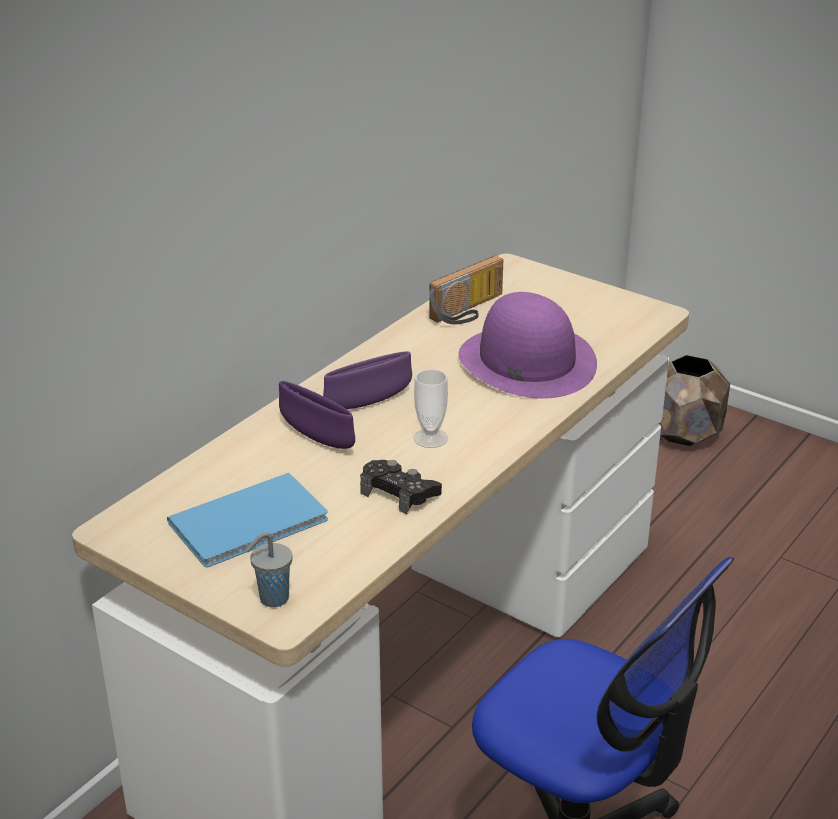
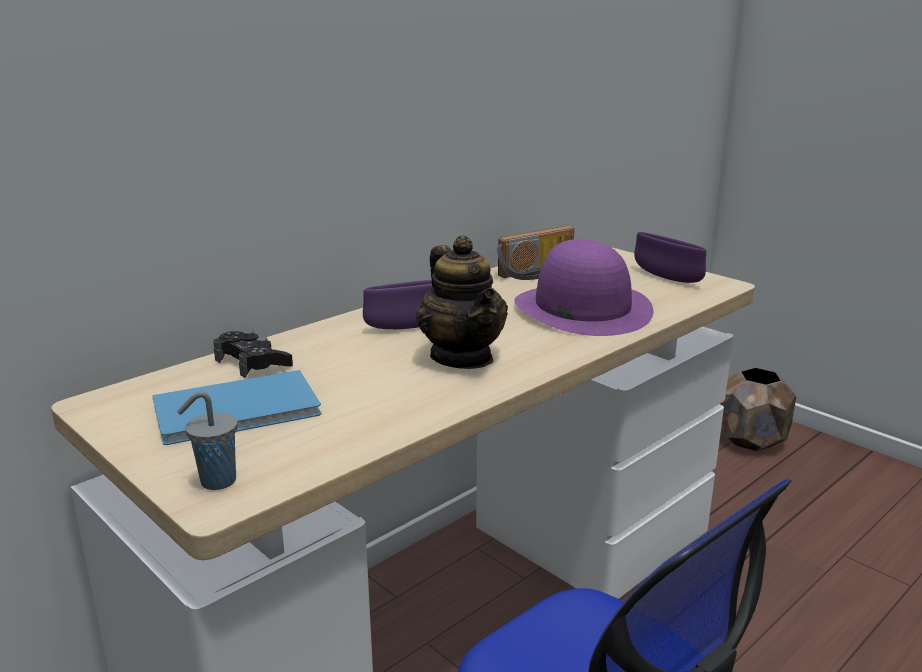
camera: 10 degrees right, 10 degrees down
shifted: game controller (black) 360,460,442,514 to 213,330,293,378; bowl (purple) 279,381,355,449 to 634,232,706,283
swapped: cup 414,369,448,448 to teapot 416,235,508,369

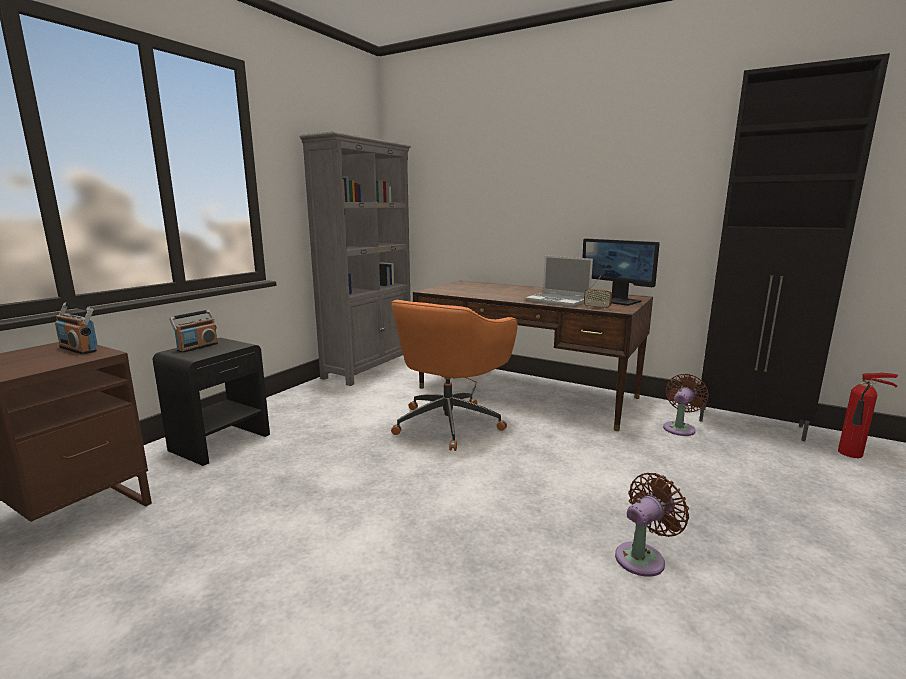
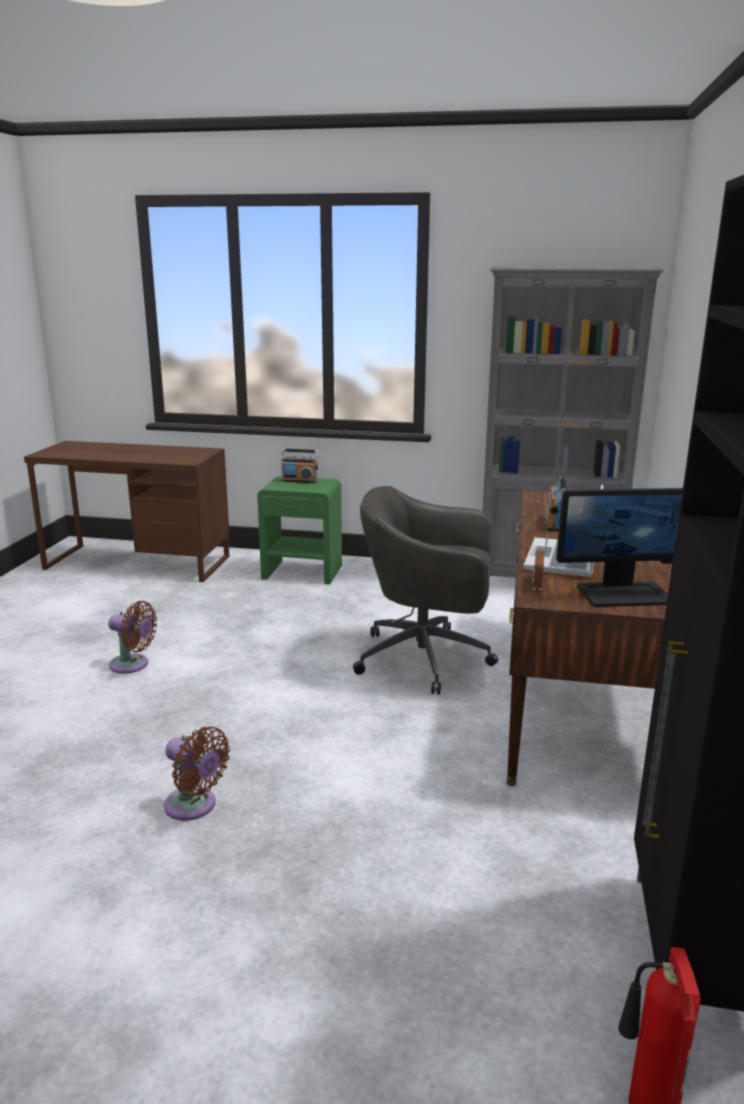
camera: 70 degrees right, 5 degrees up
shifted: fan (brown) 663,374,709,436 to 108,601,157,674; radio 55,303,97,354 to 545,477,567,531
repainted: nightstand (black) 152,338,270,466 to nightstand (green) 257,476,342,585; office chair (orange) 391,300,518,451 to office chair (grey) 353,486,498,695
rotated: monitor 582,239,660,306 = 556,488,683,607 120 degrees counterclockwise

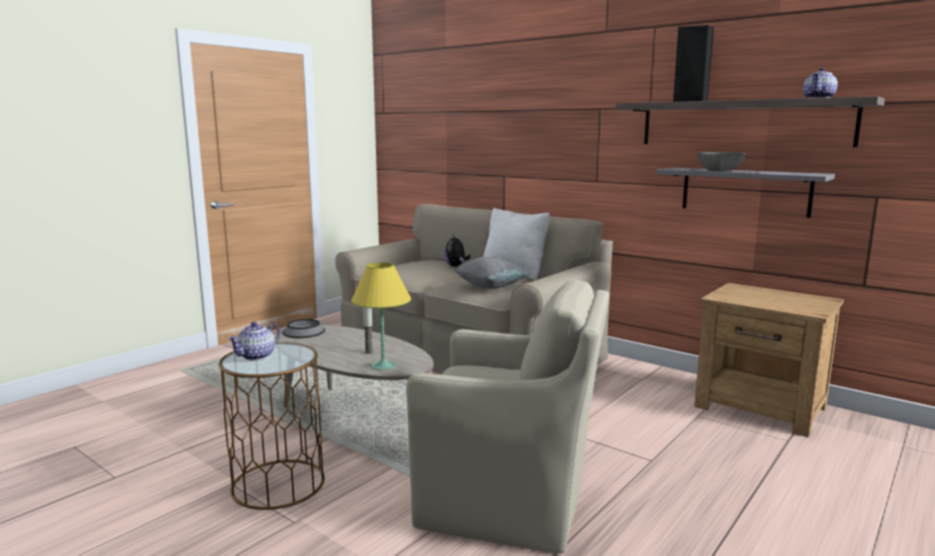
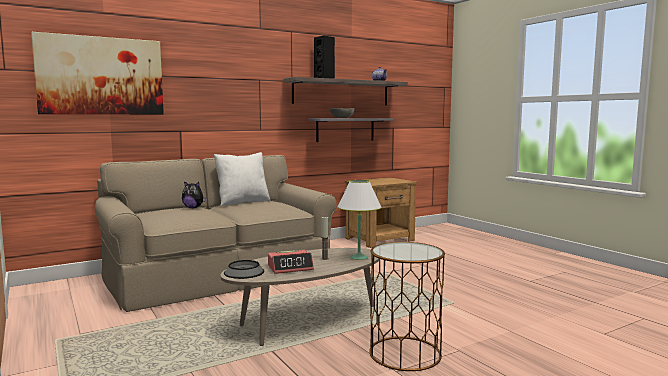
camera: 70 degrees left, 5 degrees down
gone: teapot 228,322,280,361; armchair (beige) 406,280,609,553; pillow (grey) 454,257,529,289
new: picture 31,32,164,114; alarm clock 268,250,314,274
repainted: table lamp (yellow) 351,262,411,370 to table lamp (white) 337,180,382,260

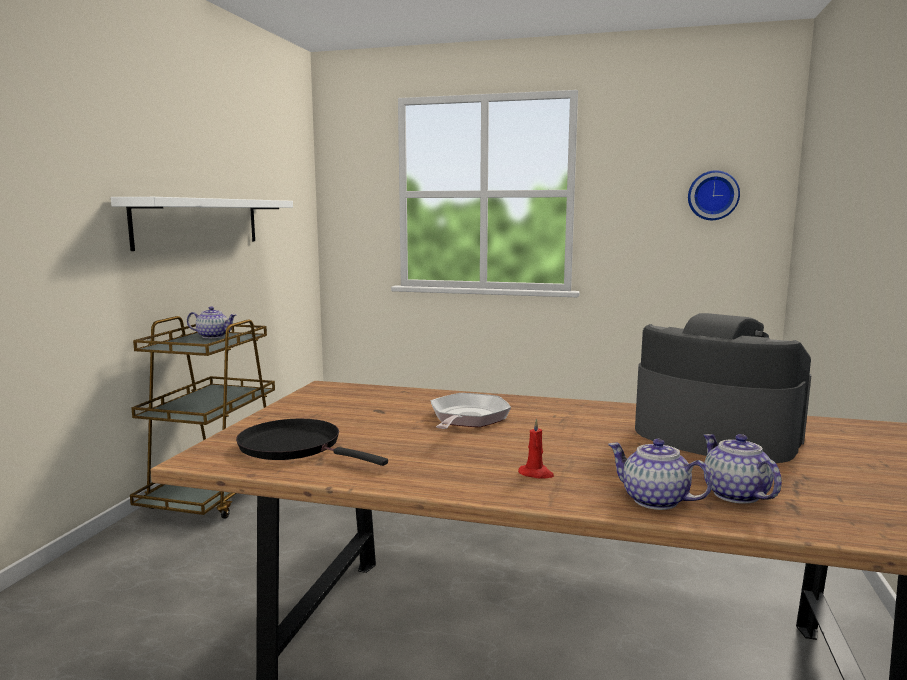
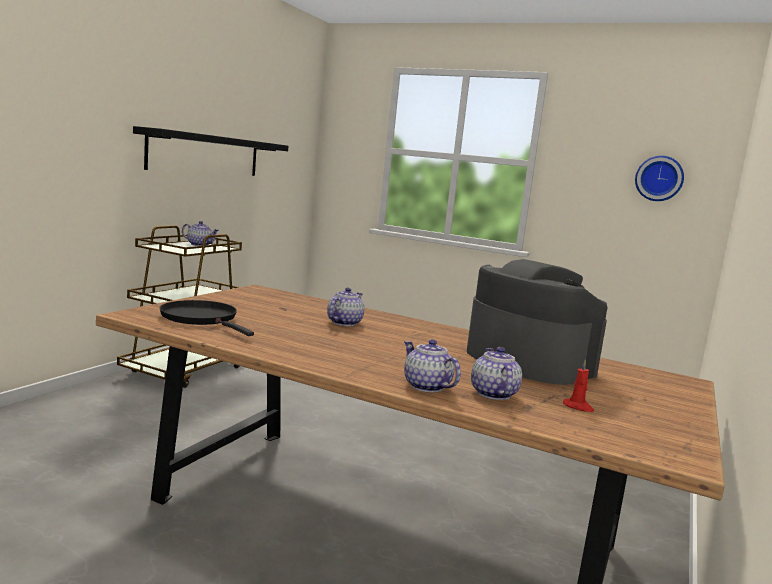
camera: 10 degrees right, 0 degrees up
shifted: candle (red) 518,418,554,479 to 563,359,594,412
swapped: frying pan 431,393,511,429 to teapot 327,287,364,326
repainted: shelf (white) 111,197,293,251 to shelf (black) 133,126,288,176

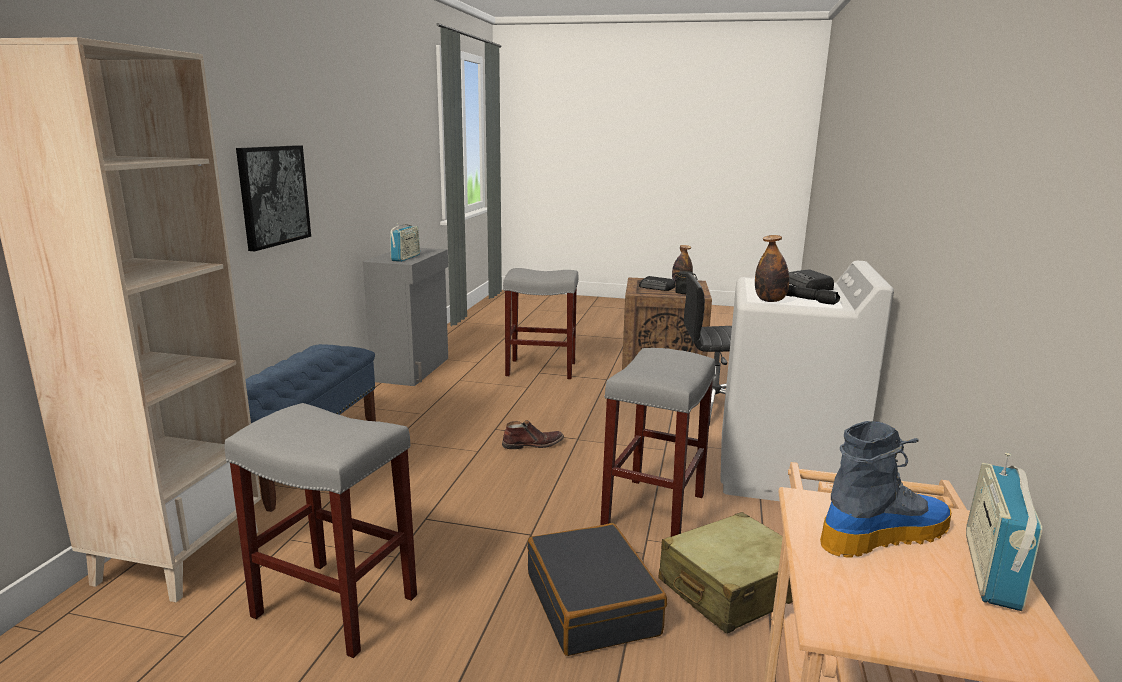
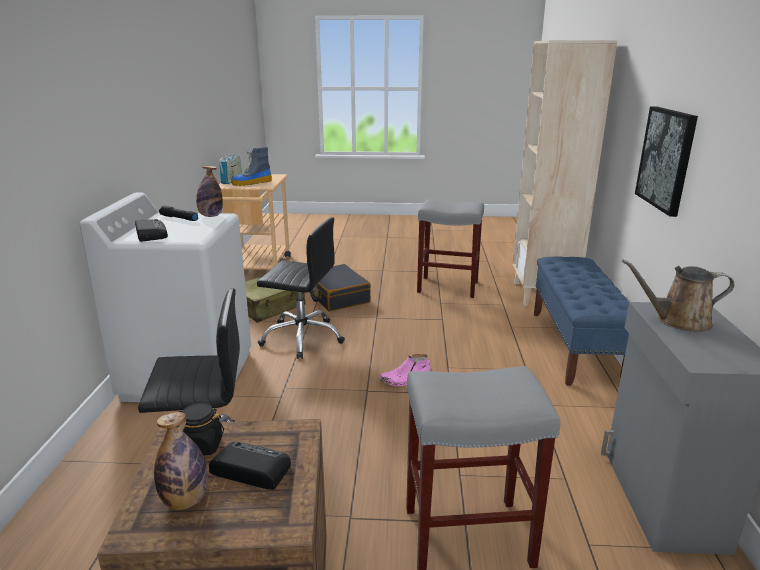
camera: 170 degrees right, 5 degrees up
swapped: stool (grey) 600,348,715,537 to office chair (black) 257,217,345,359; radio 390,223,420,262 to watering can (brown) 622,260,735,332
repainted: boot (brown) 502,420,564,449 to boot (pink) 379,354,431,386

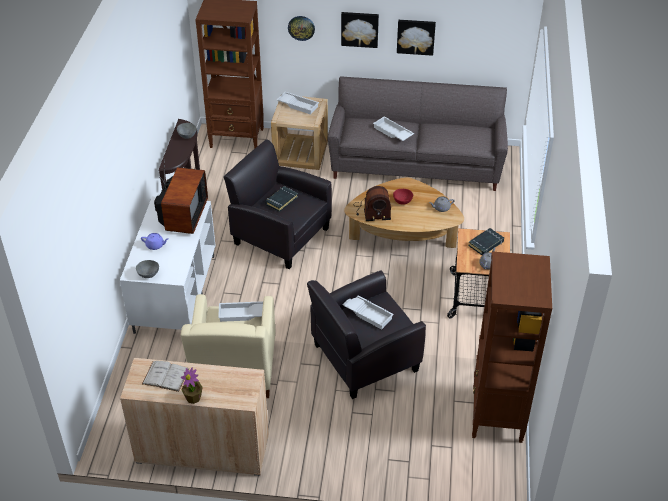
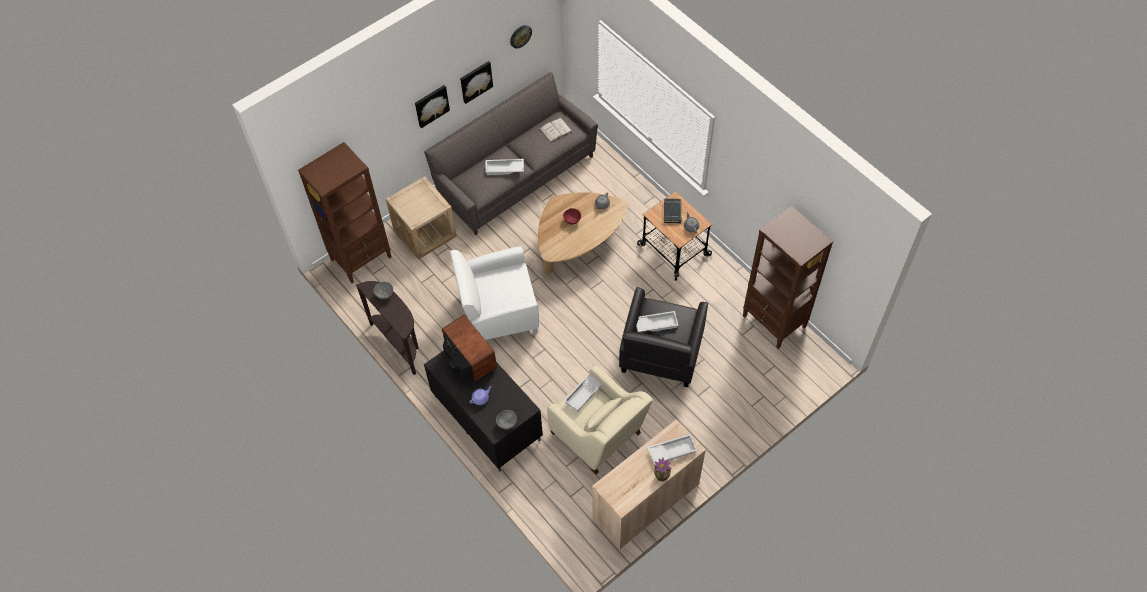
camera: 45 degrees left, 15 degrees up
gone: book (black) 265,186,298,212; radio 354,186,391,221
shifted: wall clock 288,16,315,41 to 510,25,532,49; book (white) 142,361,189,392 to 539,118,572,143; tray (white) 277,92,319,115 to 648,434,697,464
repainted: tv stand (white) 120,197,216,334 to tv stand (black) 424,351,543,472; armchair (black) 224,139,332,269 to armchair (white) 450,246,539,340

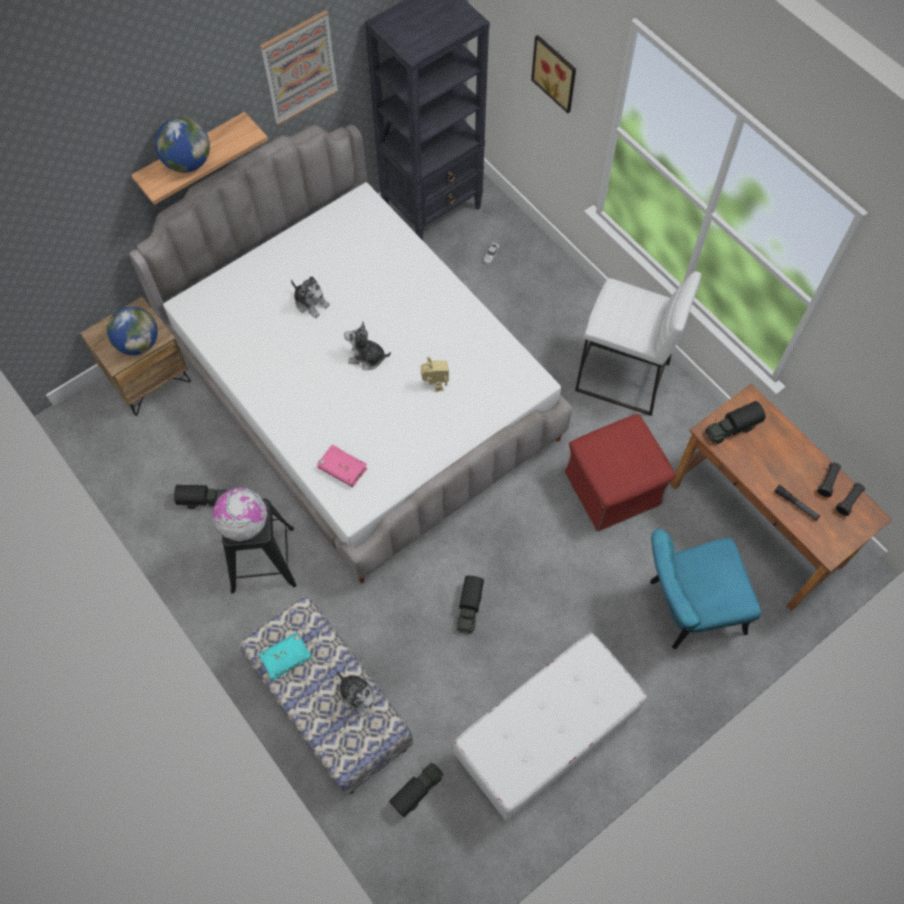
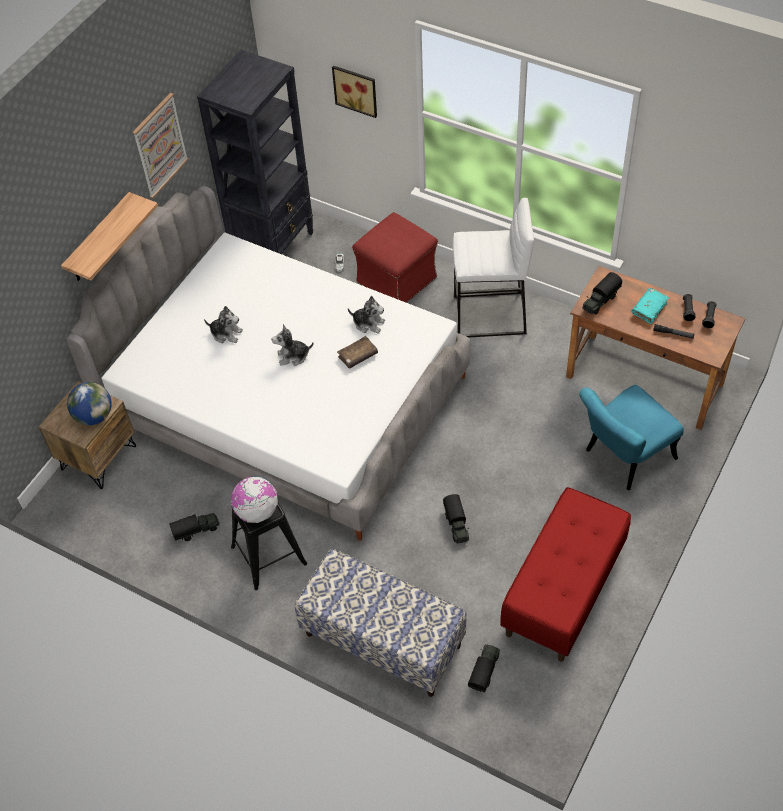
camera: 20 degrees left, 10 degrees down
gone: globe 155,117,210,173; book (pink) 317,445,368,487
shifted: plush toy 337,671,381,717 to 348,296,385,334; ottoman (red) 564,414,676,531 to 352,213,438,303; book (turquoise) 259,632,312,681 to 632,288,669,324
swapped: toy robot 421,356,449,392 to book (brown) 337,336,378,369
repainted: bench (white) 453,633,647,821 to bench (red) 500,487,631,662

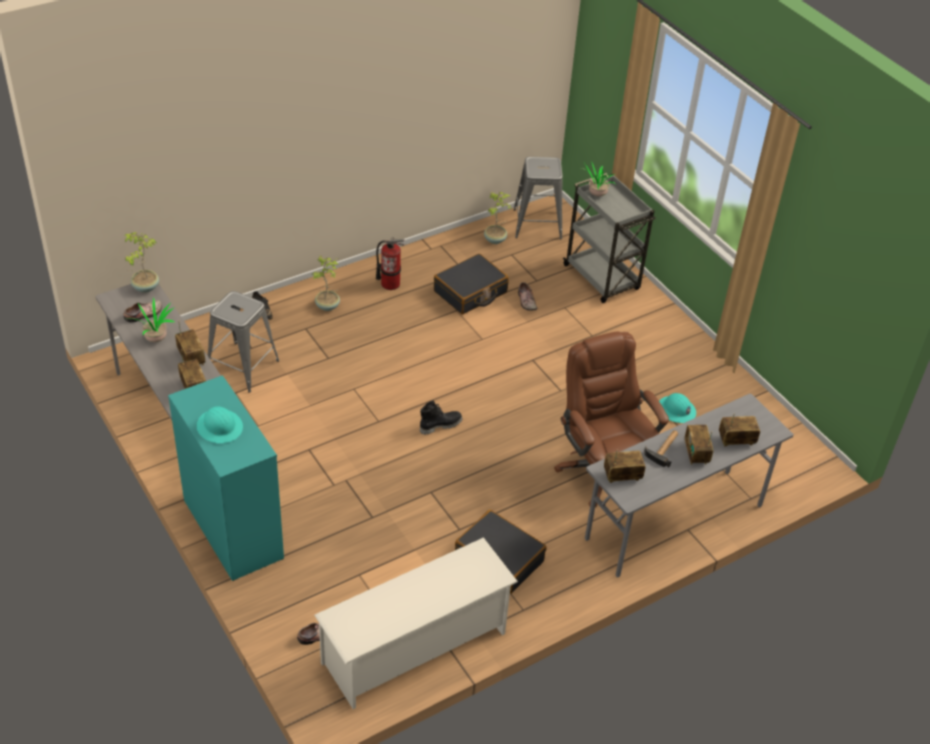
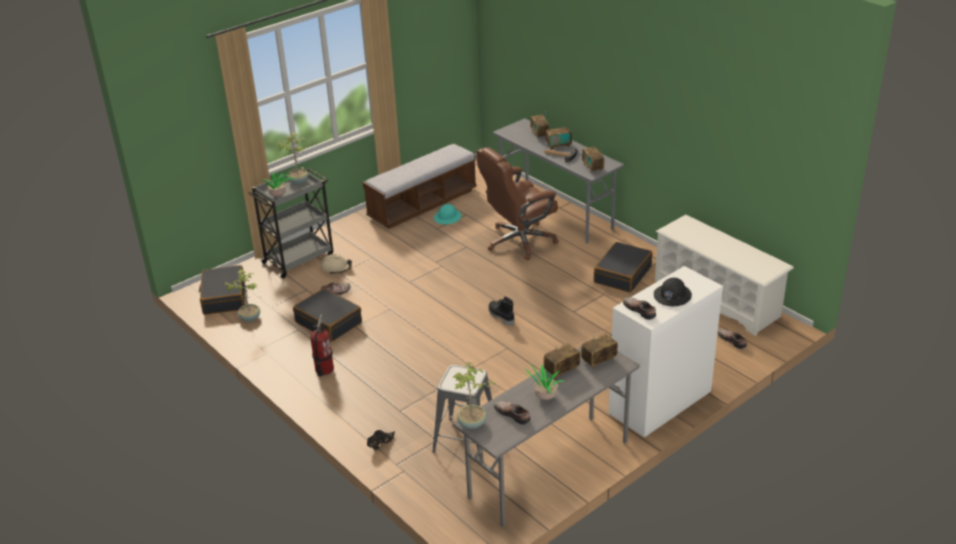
camera: 95 degrees left, 10 degrees down
new: hard hat (beige) 321,254,352,274; bench 363,144,477,229; shoe 623,297,656,320
shifted: potted plant 312,255,340,311 to 278,132,308,185
swapped: stool (grey) 513,157,563,239 to suitcase (black) 199,265,245,315
repainted: dresser (turquoise) 168,375,284,581 to dresser (white) 609,266,723,437; hard hat (turquoise) 197,406,243,443 to hard hat (black) 654,277,692,306

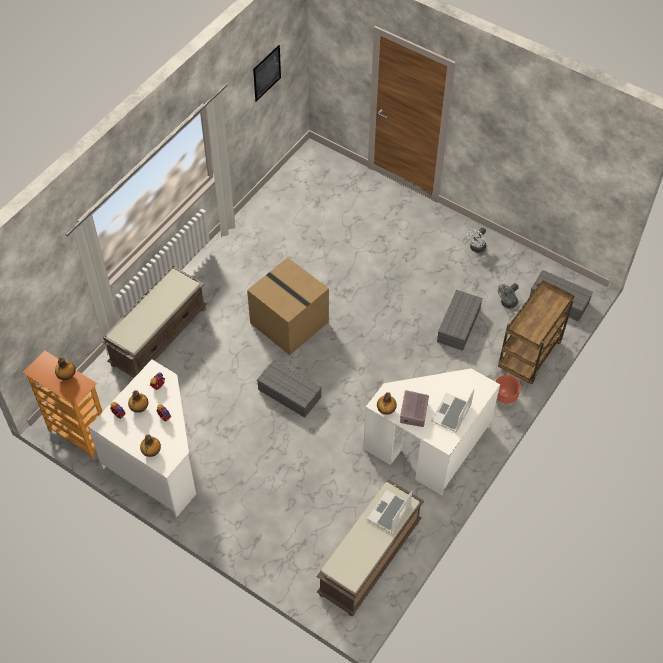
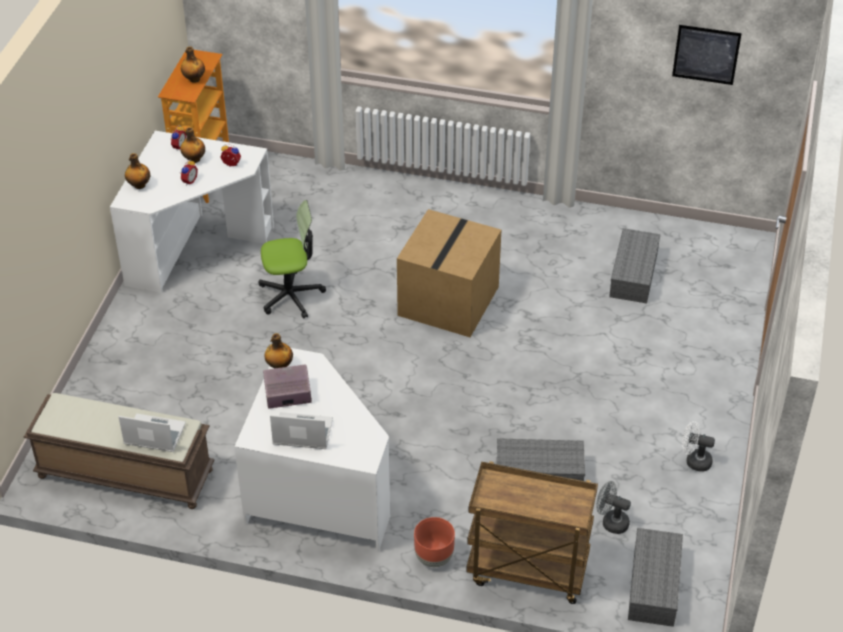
camera: 70 degrees right, 10 degrees down
gone: bench (brown) 102,266,207,378
new: office chair 259,200,326,319
shifted: storage box (grey) 257,360,322,418 to 609,228,661,304

